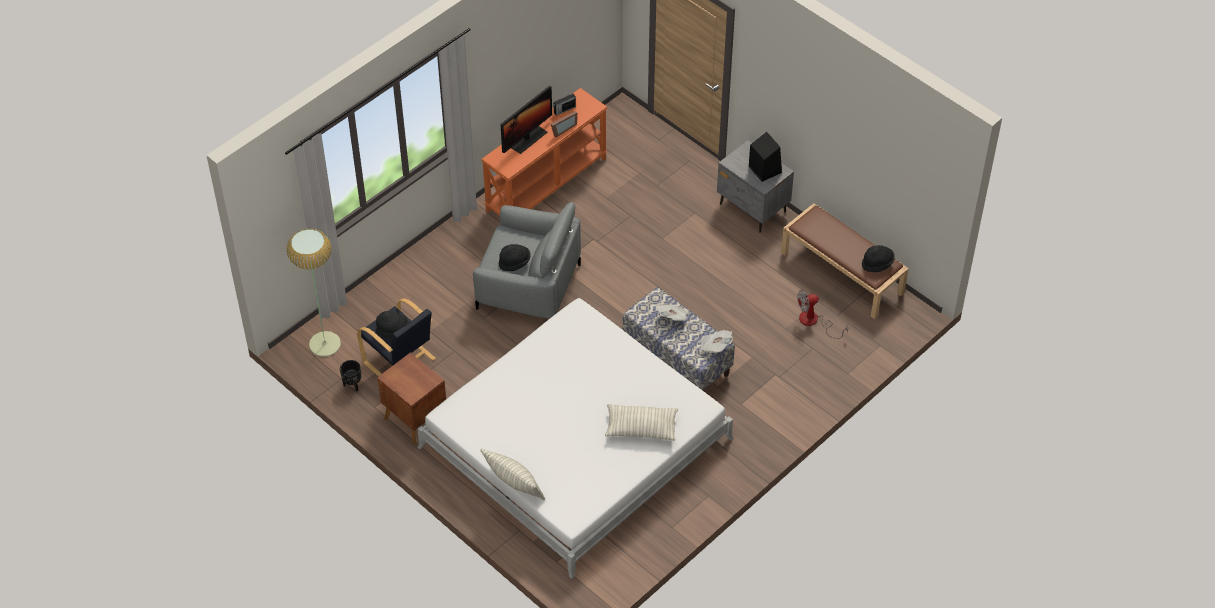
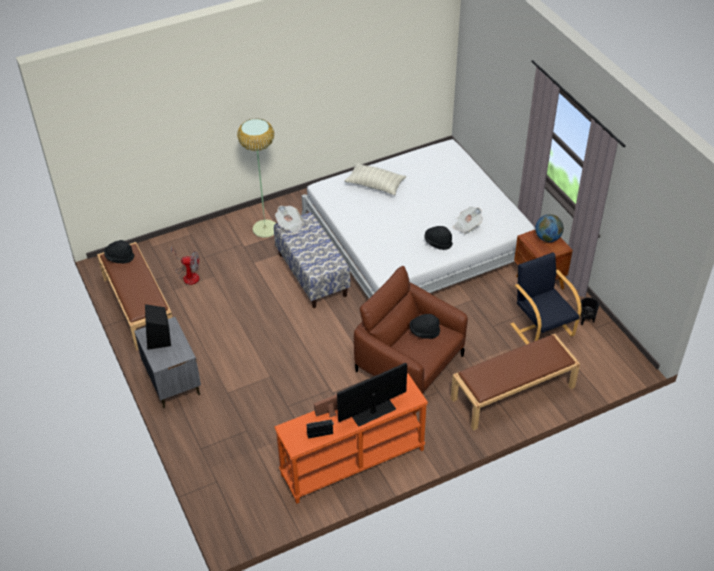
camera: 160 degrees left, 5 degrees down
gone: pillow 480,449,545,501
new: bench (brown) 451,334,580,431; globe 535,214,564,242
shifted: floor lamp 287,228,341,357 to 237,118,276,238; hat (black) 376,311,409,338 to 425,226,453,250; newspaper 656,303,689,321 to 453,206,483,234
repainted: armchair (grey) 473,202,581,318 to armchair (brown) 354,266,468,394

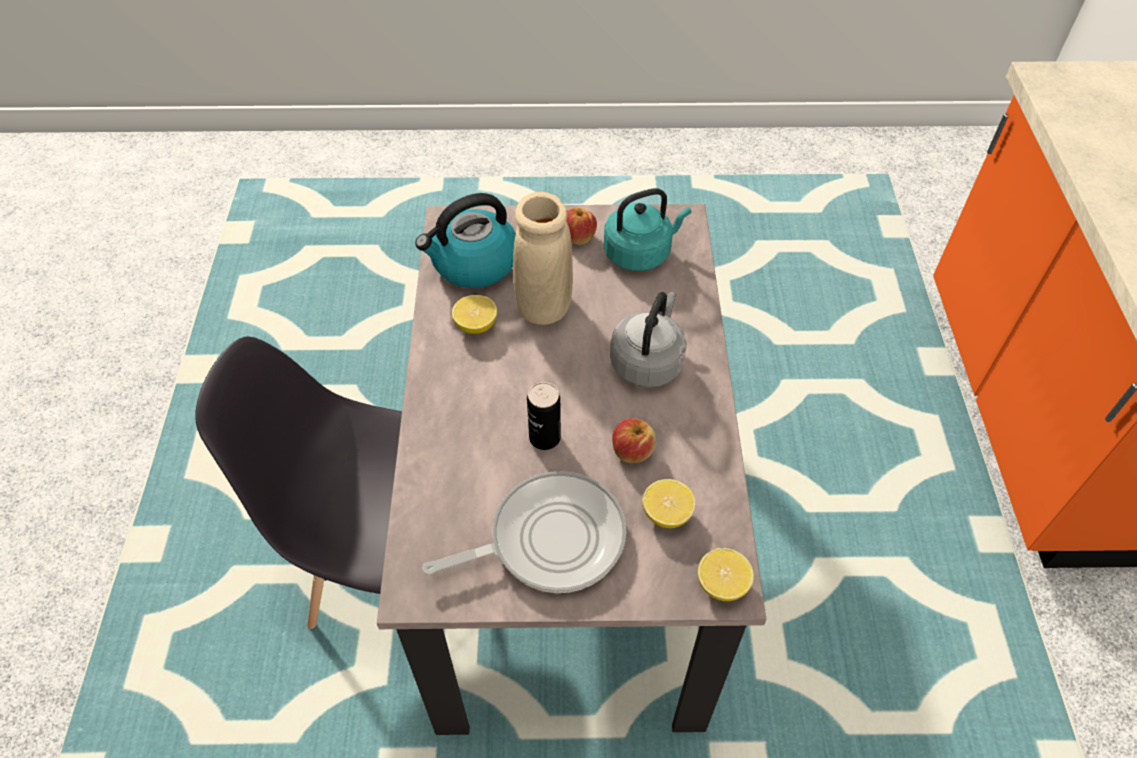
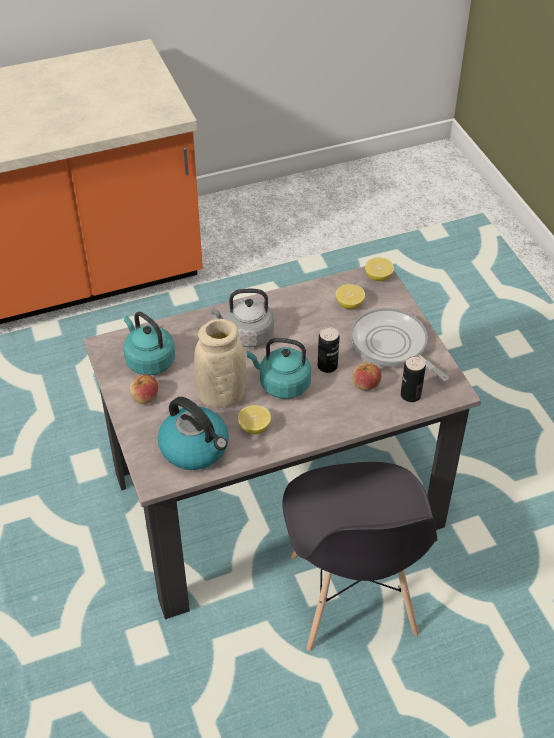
camera: 110 degrees left, 5 degrees down
new: kettle (turquoise) 247,338,311,399; can 401,356,426,402
shifted: apple 612,418,656,463 to 353,363,381,391

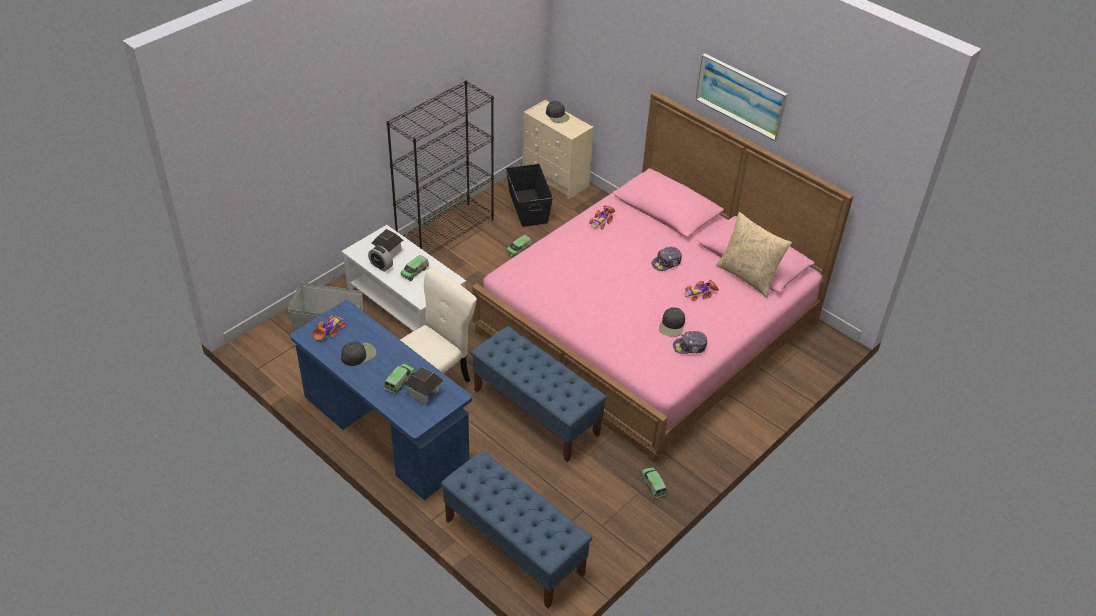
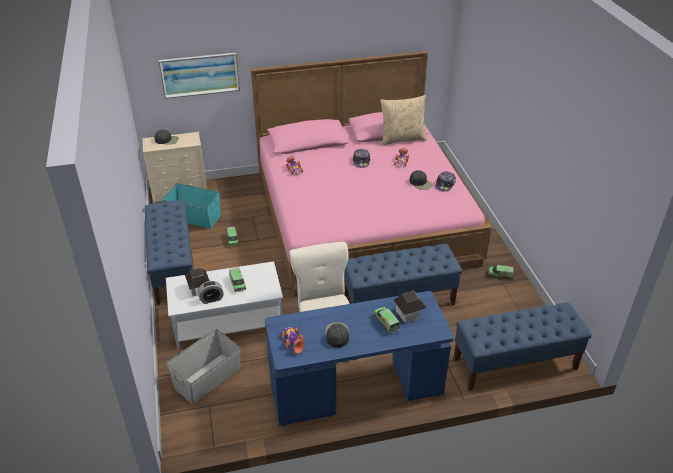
camera: 55 degrees left, 5 degrees down
shifted: picture 696,54,788,141 to 159,53,240,99
swapped: bookcase (black) 387,81,494,255 to bench (blue) 145,200,193,305
repainted: storage box (black) 506,163,553,227 to storage box (turquoise) 162,183,221,229

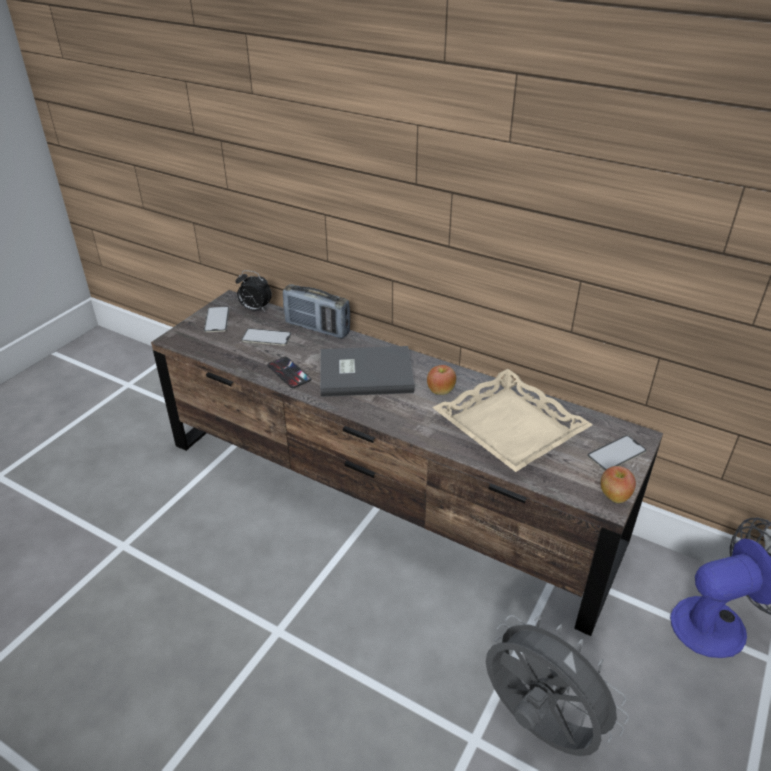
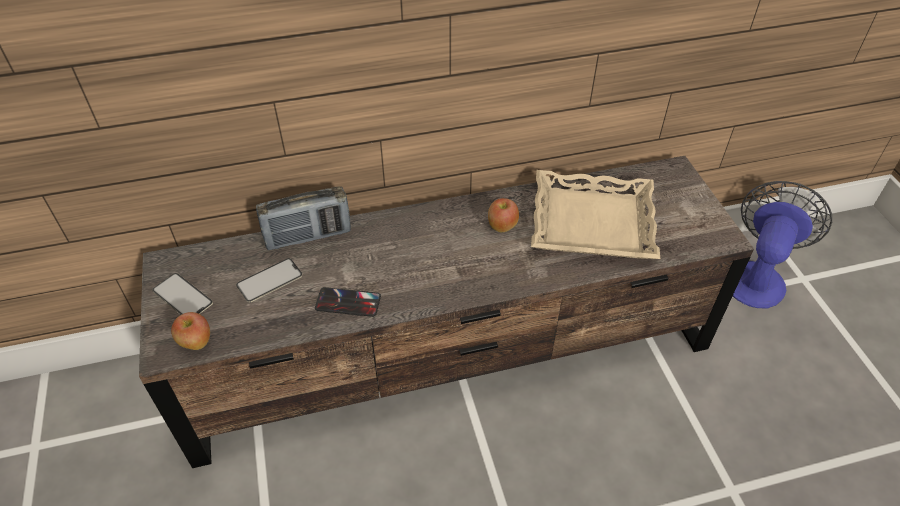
camera: 45 degrees left, 10 degrees up
gone: alarm clock 236,270,272,311; book (grey) 320,346,414,397; fan (grey) 486,615,629,756; phone 587,435,647,471
shifted: apple 601,466,636,503 to 171,312,210,350

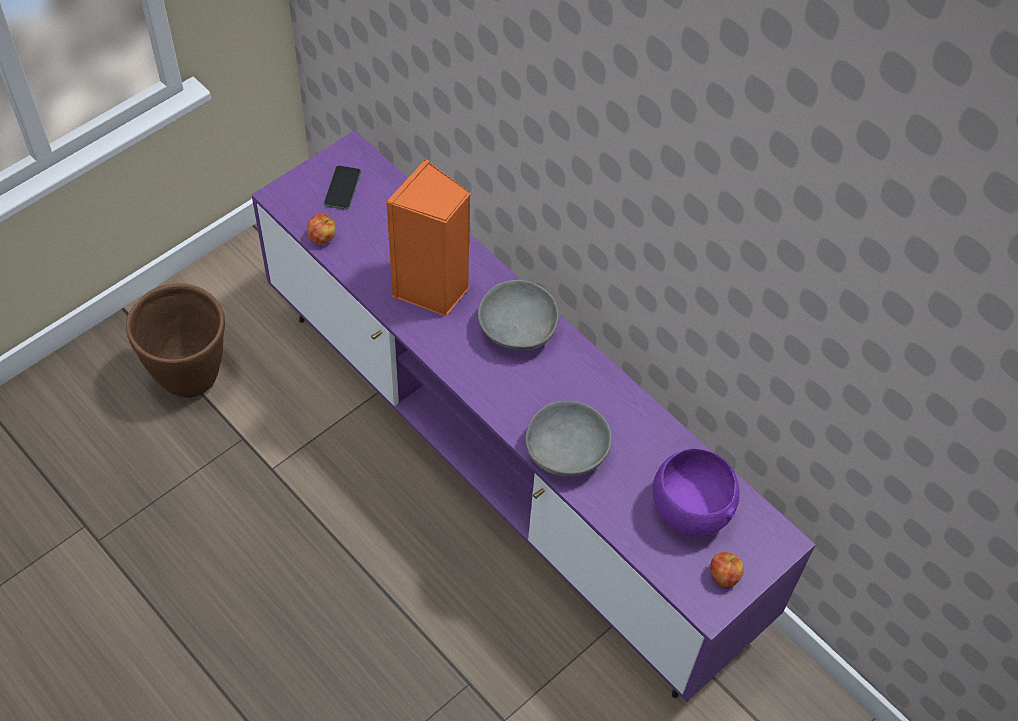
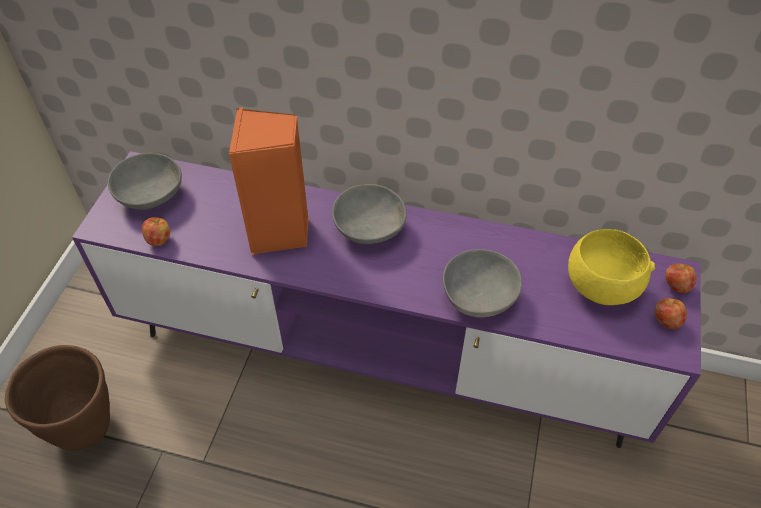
camera: 30 degrees left, 5 degrees down
new: apple 665,263,696,293
swapped: phone 324,165,361,210 to bowl (grey) 108,153,182,210
repainted: bowl (purple) 652,448,740,536 to bowl (yellow) 568,229,655,305

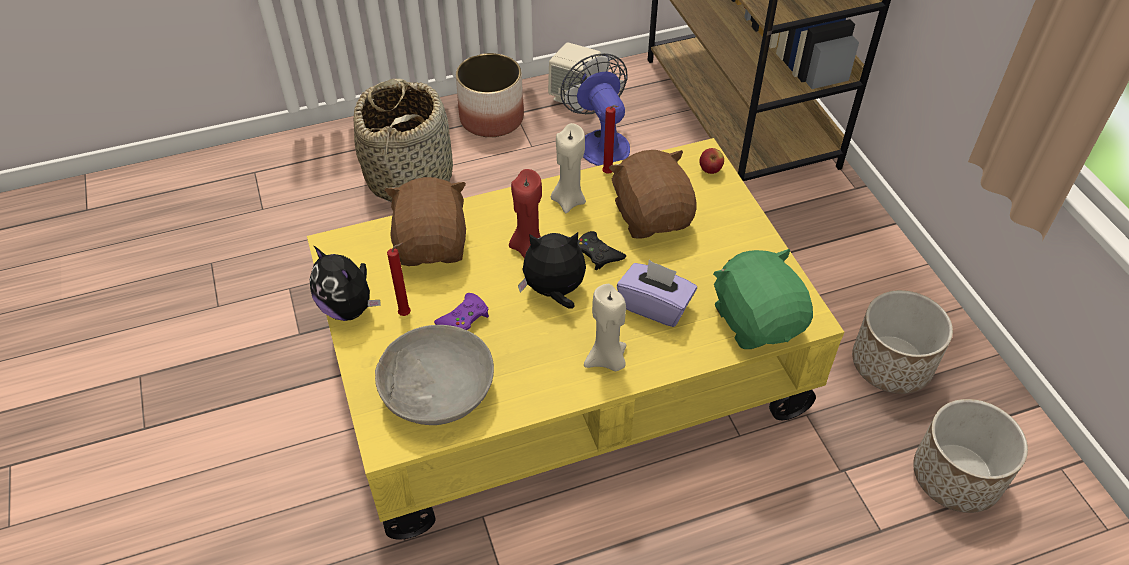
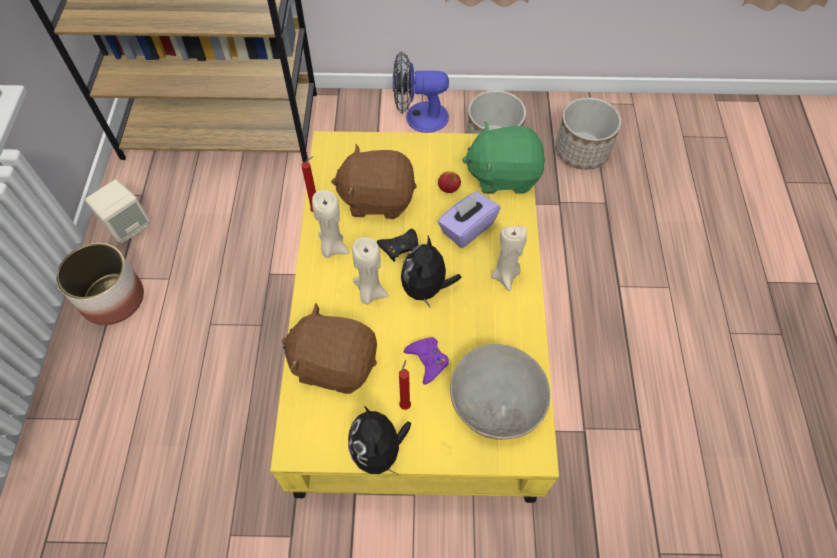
camera: 70 degrees left, 10 degrees up
gone: basket 354,79,453,203
shifted: fan 560,53,630,166 to 393,51,449,133; apple 699,148,724,174 to 438,171,461,193
repainted: candle (red) 509,169,542,259 to candle (beige) 352,237,389,305
rotated: plush toy 310,246,381,321 = 348,406,411,475 105 degrees clockwise

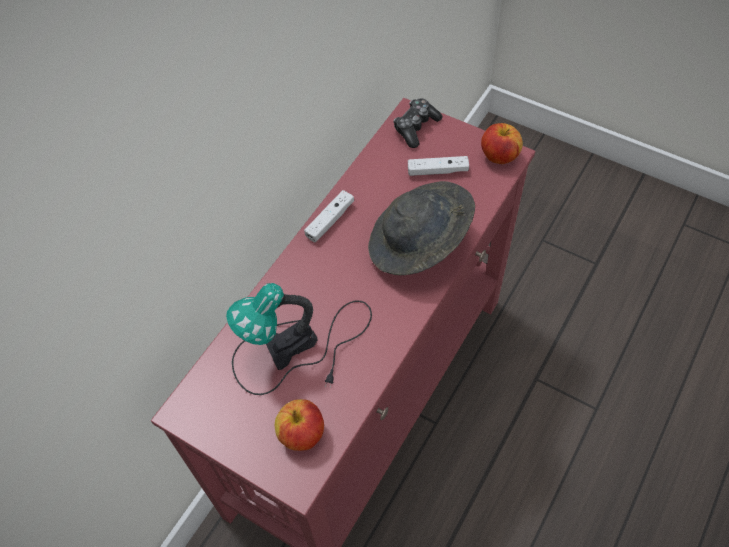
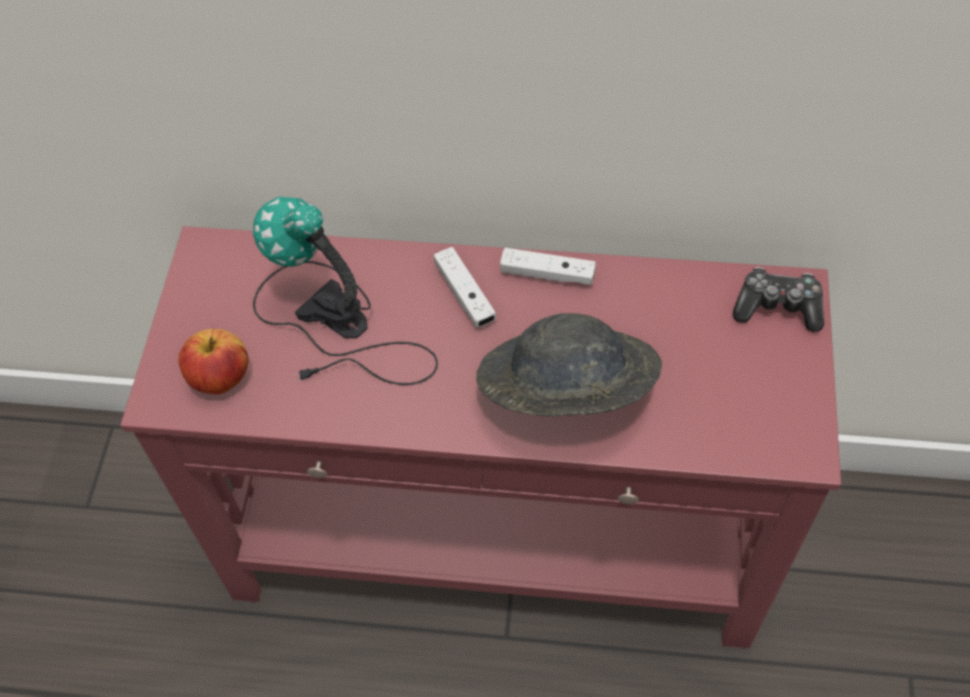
camera: 65 degrees right, 0 degrees up
gone: apple 481,123,523,164
shifted: game controller (white) 408,156,469,176 to 434,247,496,327

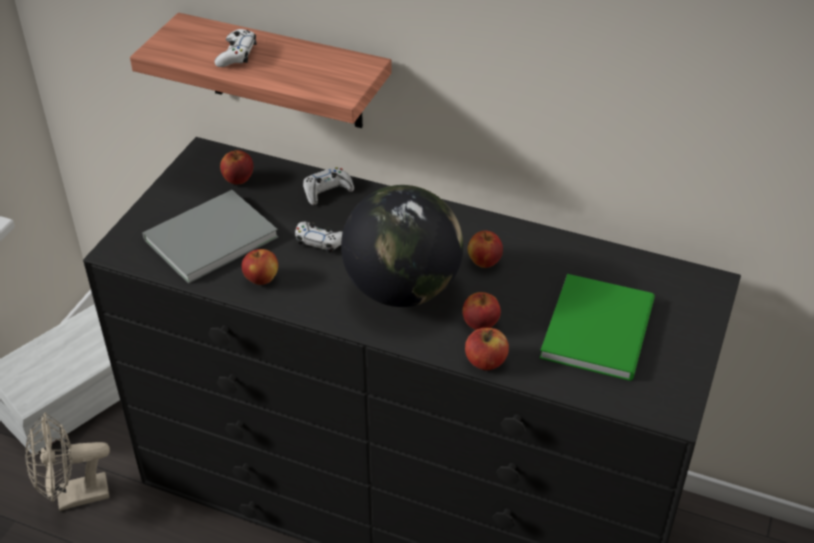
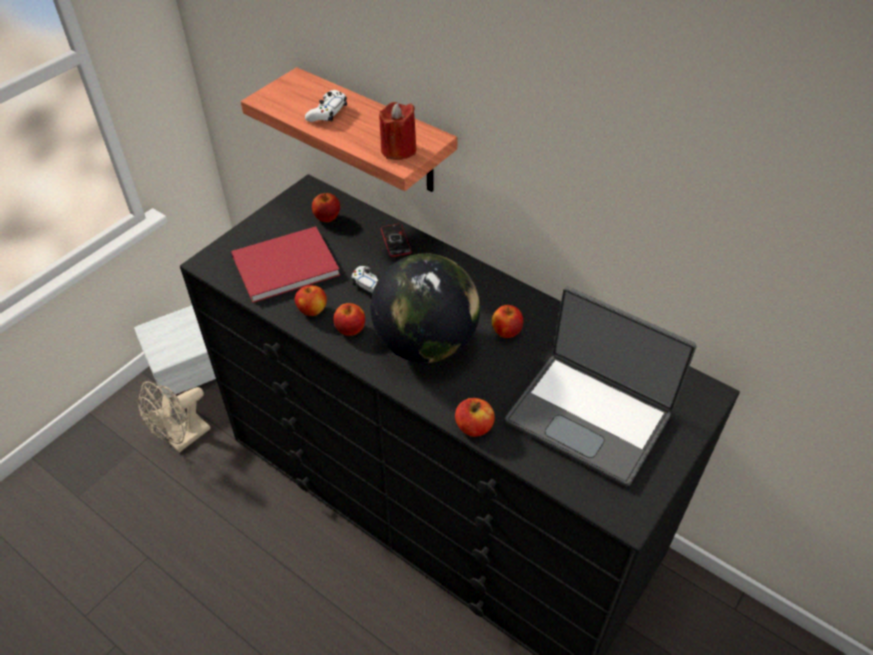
camera: 15 degrees right, 5 degrees up
new: candle (red) 379,102,417,160
shifted: apple 462,292,501,330 to 333,303,365,336
swapped: game controller (white) 303,167,354,205 to phone 381,224,412,257; book (green) 540,274,655,381 to laptop 505,287,696,487
repainted: book (grey) 142,190,278,284 to book (red) 231,226,340,303
rotated: fan (beige) 25,412,110,511 = 138,381,211,453 45 degrees counterclockwise

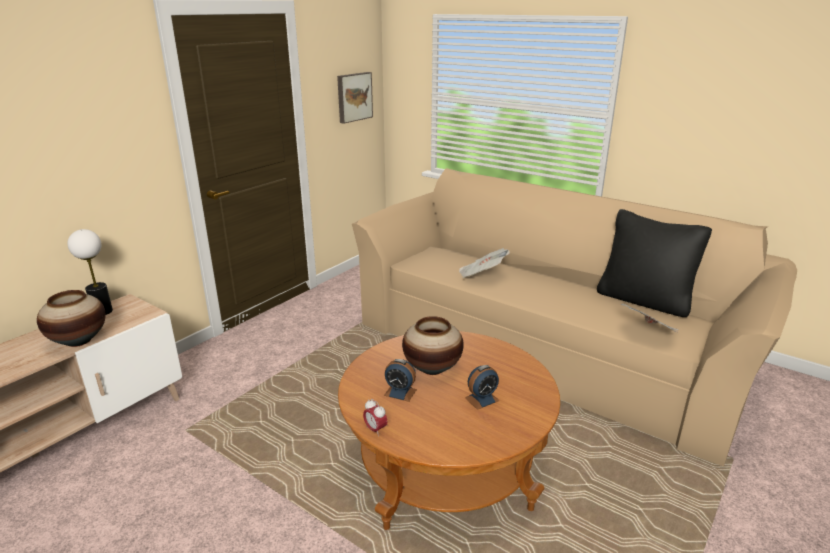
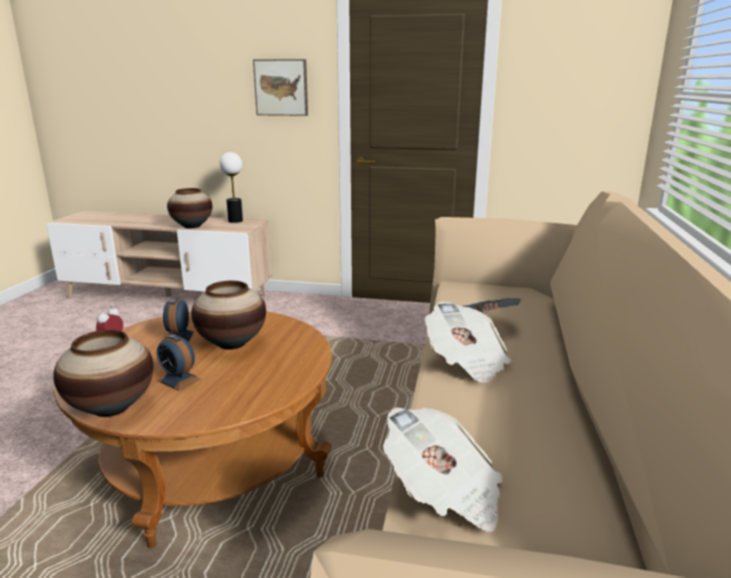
camera: 65 degrees right, 5 degrees down
gone: pillow (black) 597,209,712,317
new: vase 53,330,154,417; newspaper 424,301,511,383
shifted: picture 337,72,373,124 to 253,59,308,116

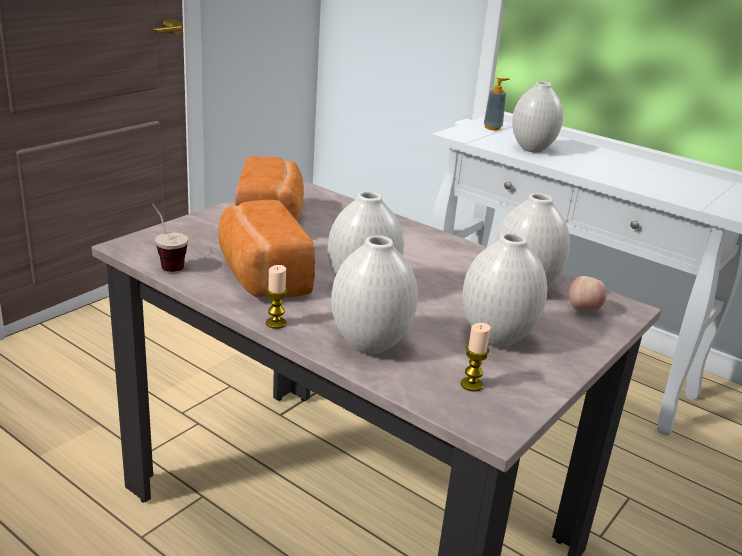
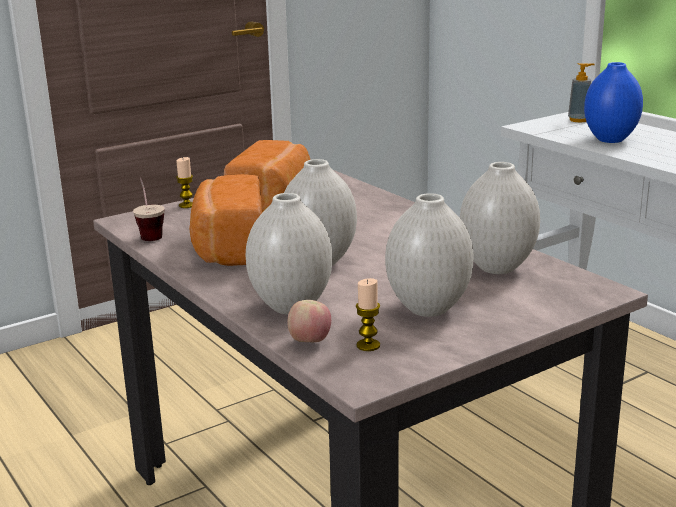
camera: 20 degrees right, 5 degrees down
shifted: candle 266,265,288,329 to 176,157,193,208; apple 569,276,607,311 to 287,300,331,342
repainted: vase (white) 512,81,563,153 to vase (blue) 584,62,643,143

